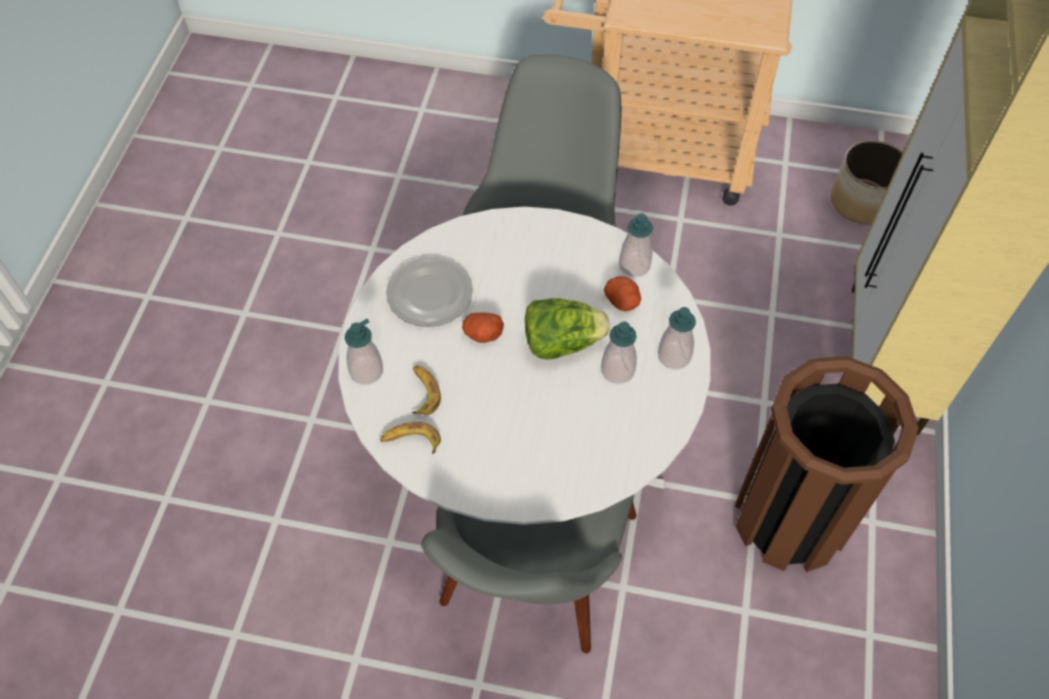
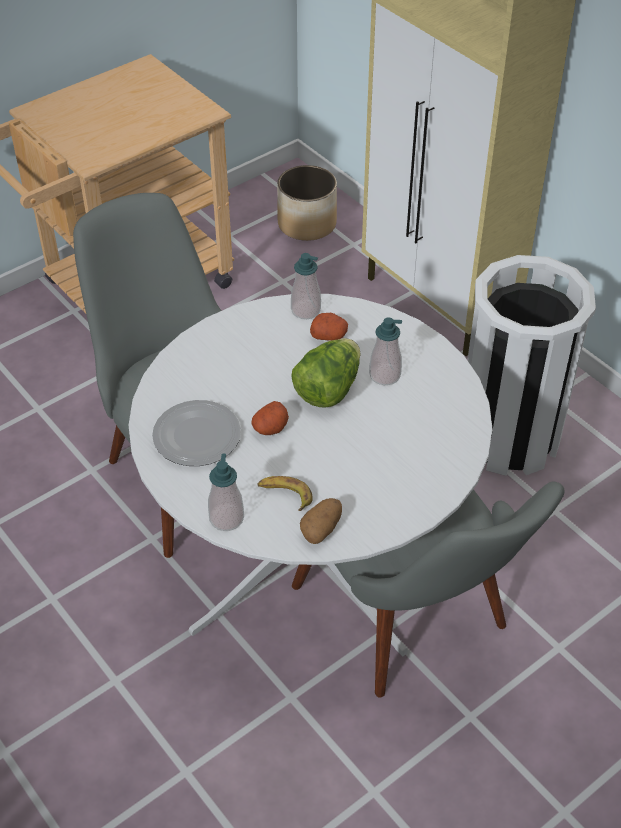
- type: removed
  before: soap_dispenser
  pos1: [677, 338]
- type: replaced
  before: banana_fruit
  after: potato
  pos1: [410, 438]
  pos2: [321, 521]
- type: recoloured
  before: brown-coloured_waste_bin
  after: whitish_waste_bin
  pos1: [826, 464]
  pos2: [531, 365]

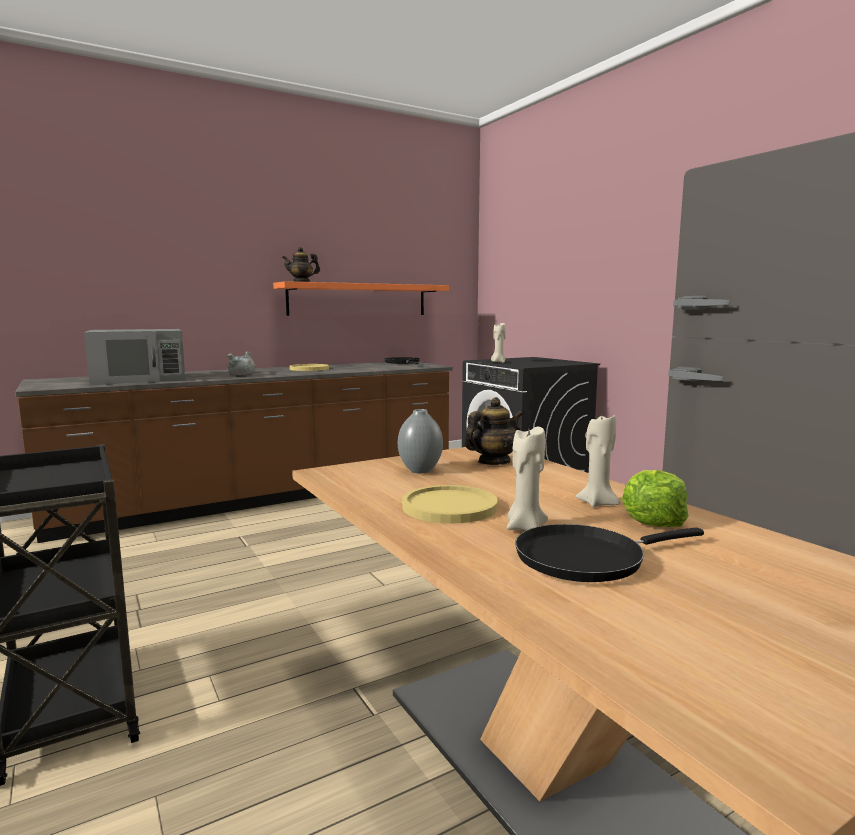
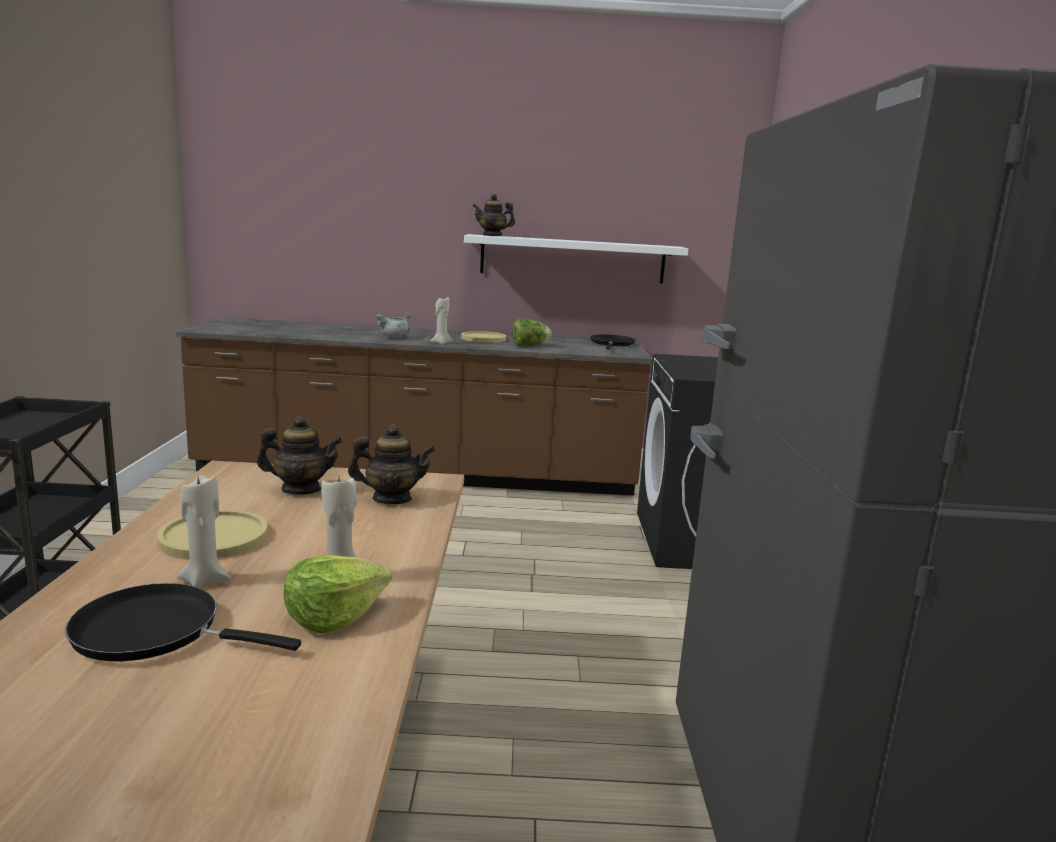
- type: removed
  before: greyish_microwave_oven
  pos1: [134, 357]
- type: added
  after: head_of_lettuce
  pos2: [532, 333]
- type: moved
  before: beige_candle
  pos1: [498, 343]
  pos2: [442, 320]
- type: replaced
  before: greyish_decorative_vase
  after: teapot
  pos1: [420, 441]
  pos2: [300, 455]
- type: recoloured
  before: orange-coloured_bracket_shelf
  after: whitish_bracket_shelf
  pos1: [361, 298]
  pos2: [576, 259]

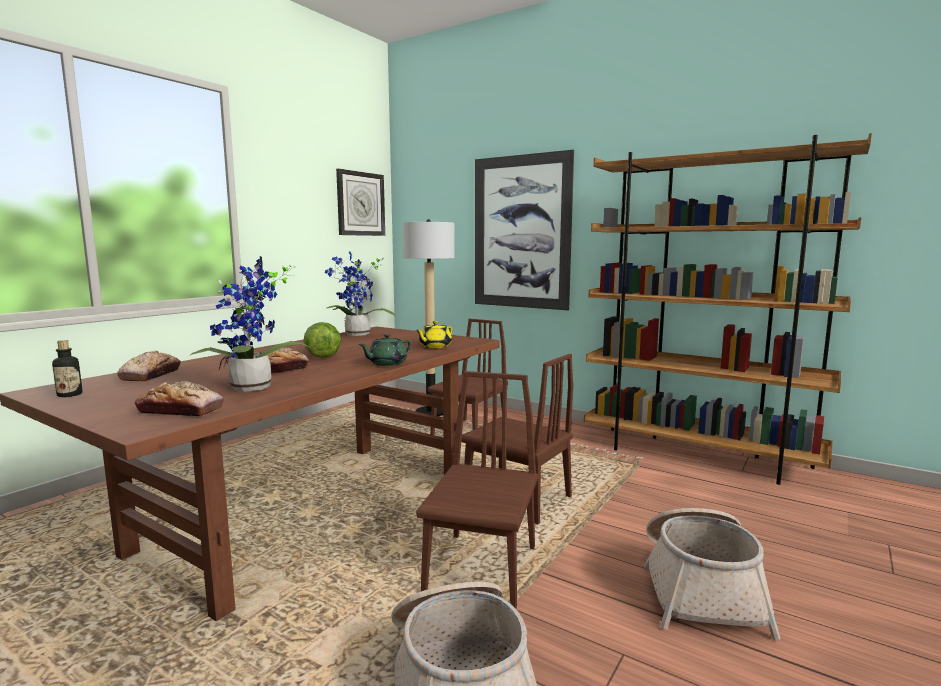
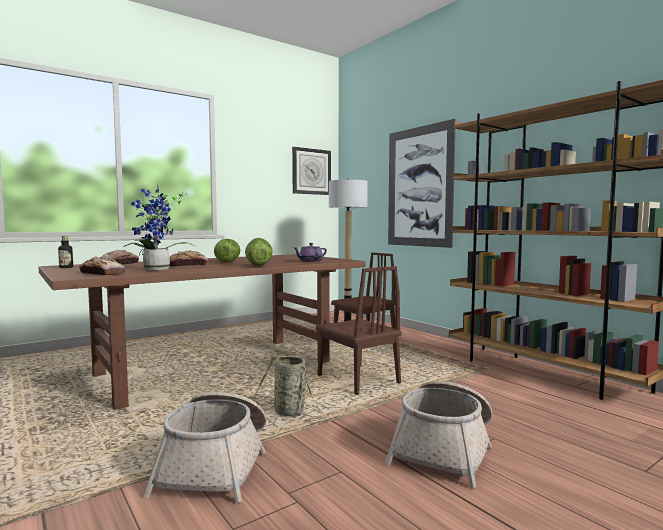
- type: removed
  before: houseplant
  pos1: [360, 293]
- type: replaced
  before: green_teapot
  after: head_of_lettuce
  pos1: [385, 350]
  pos2: [259, 252]
- type: replaced
  before: brown-coloured_chair
  after: basket
  pos1: [477, 490]
  pos2: [291, 387]
- type: recoloured
  before: yellow_teapot
  after: purple-coloured_teapot
  pos1: [434, 334]
  pos2: [310, 252]

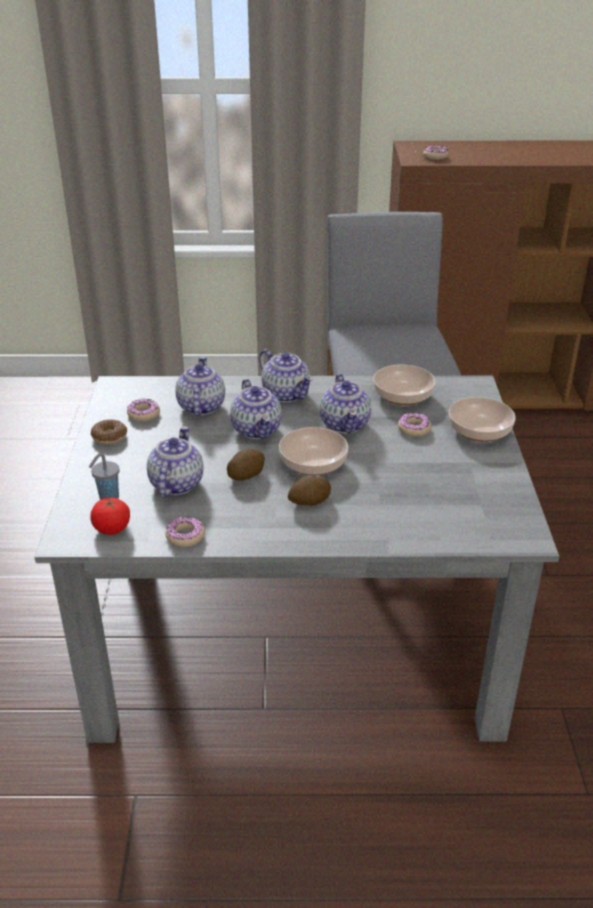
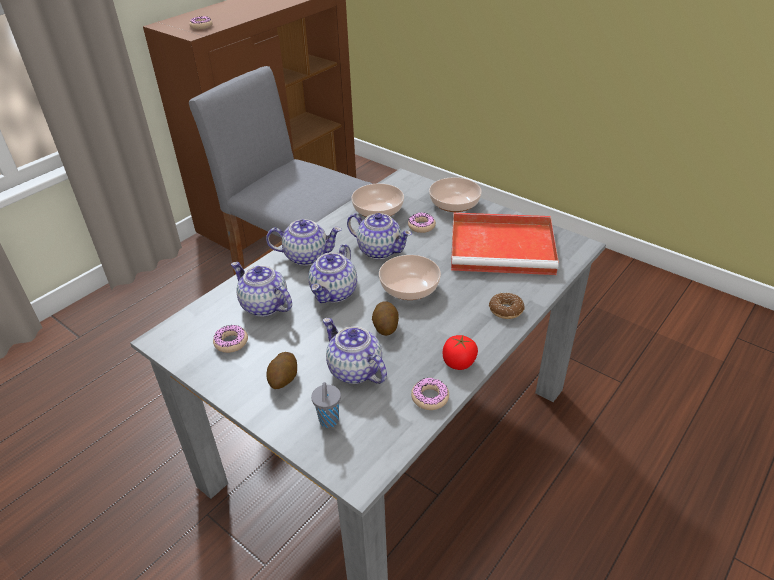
- type: added
  after: reddish_serving_tray
  pos2: [505, 244]
- type: moved
  before: whole_tomato
  pos1: [110, 516]
  pos2: [460, 352]
- type: moved
  before: ring_doughnut
  pos1: [109, 432]
  pos2: [507, 306]
- type: moved
  before: potato
  pos1: [309, 491]
  pos2: [282, 370]
- type: turned
  before: teapot
  pos1: [256, 409]
  pos2: [332, 273]
  turn: 90

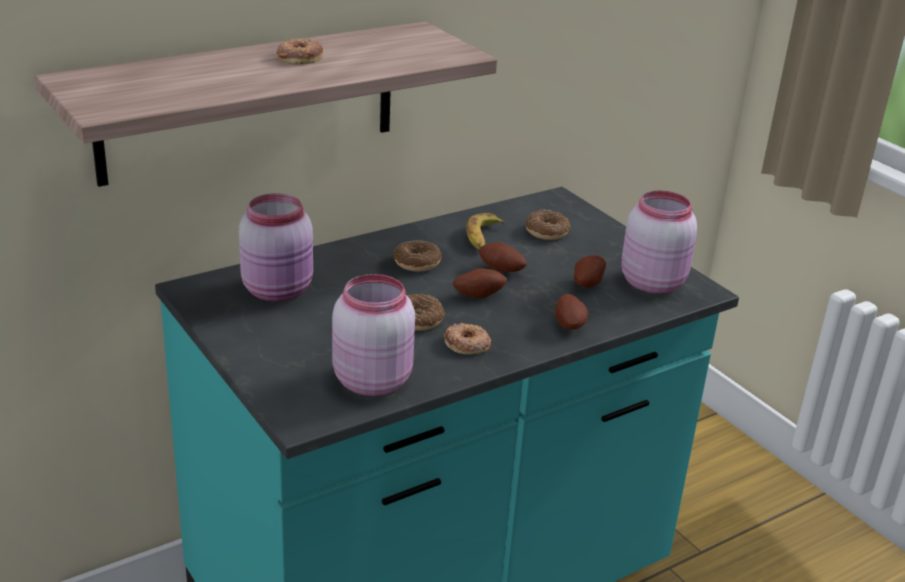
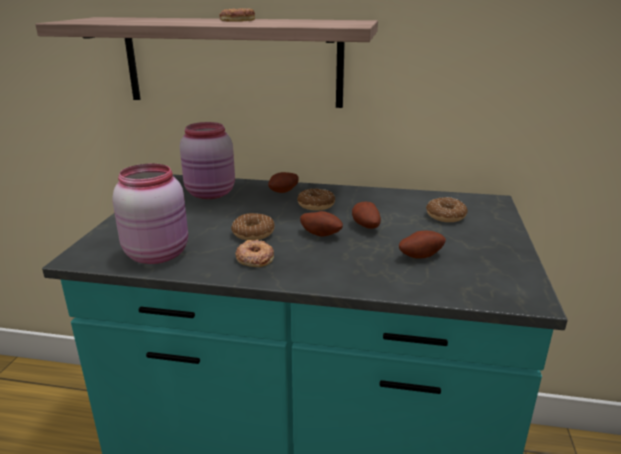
- type: removed
  before: banana_fruit
  pos1: [486, 231]
- type: removed
  before: pink_jar
  pos1: [659, 242]
- type: moved
  before: potato
  pos1: [571, 312]
  pos2: [283, 182]

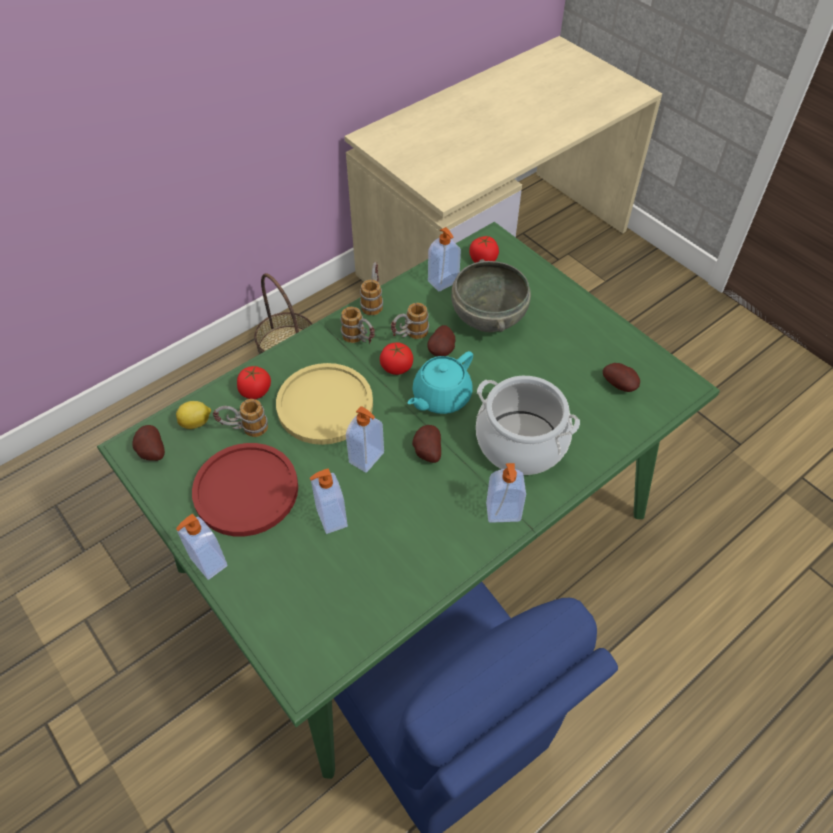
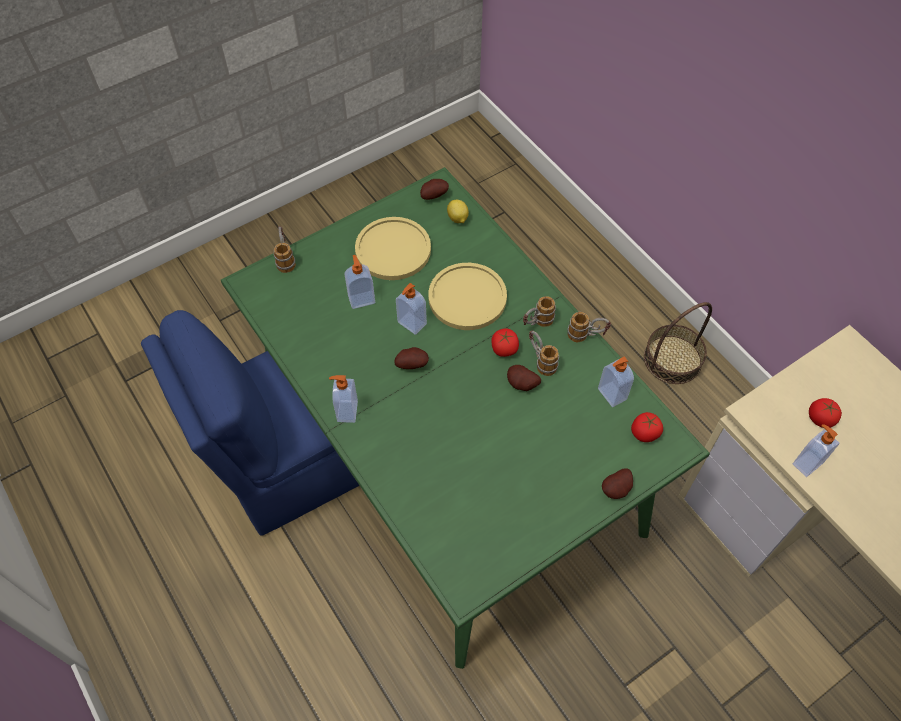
- type: removed
  before: turquoise-coloured_teapot
  pos1: [440, 382]
- type: removed
  before: greyish_bowl
  pos1: [491, 295]
- type: removed
  before: cooking_pot
  pos1: [528, 425]
- type: moved
  before: soap_dispenser
  pos1: [202, 547]
  pos2: [816, 450]
- type: moved
  before: tea_mug
  pos1: [240, 418]
  pos2: [285, 249]
- type: moved
  before: whole_tomato
  pos1: [254, 382]
  pos2: [825, 413]
- type: moved
  before: potato
  pos1: [621, 377]
  pos2: [617, 483]
- type: recoloured
  before: reddish_flat_dish
  after: yellow_flat_dish
  pos1: [245, 490]
  pos2: [393, 248]

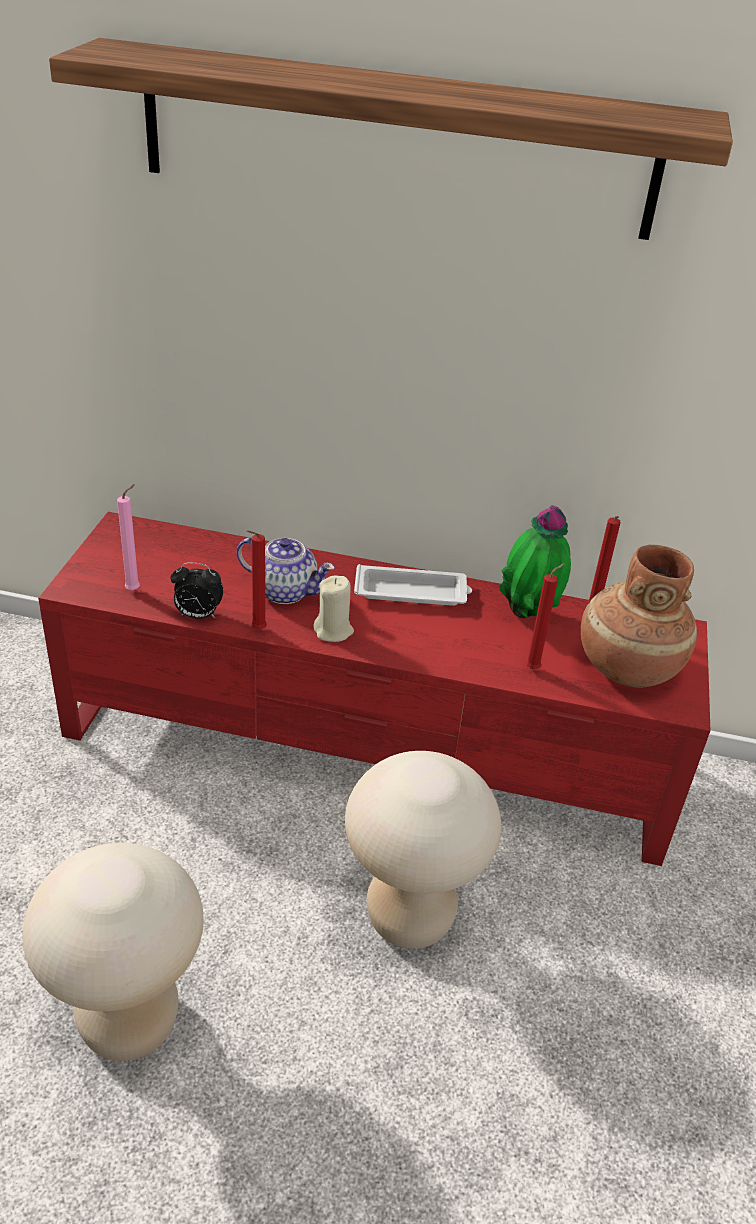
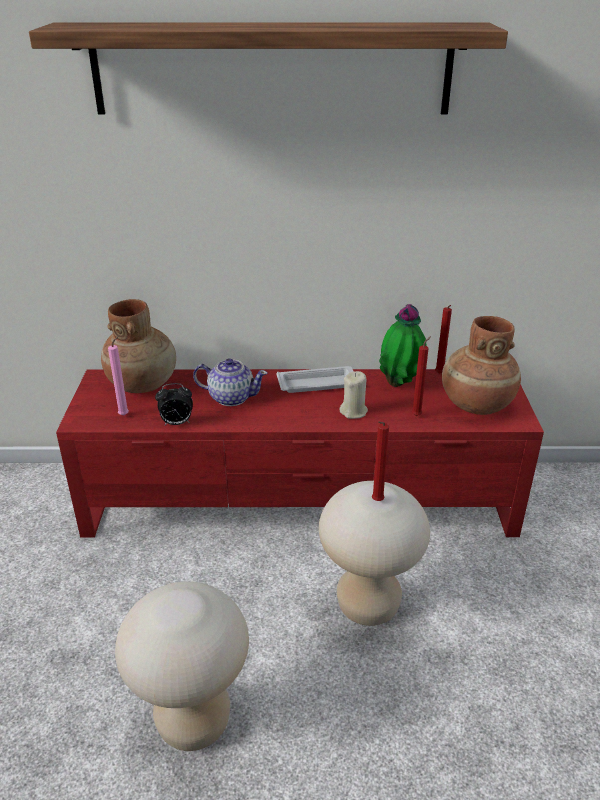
- type: added
  after: brown-coloured_decorative_vase
  pos2: [138, 346]
- type: moved
  before: reddish_candle
  pos1: [257, 580]
  pos2: [380, 461]
- type: moved
  before: beige_candle
  pos1: [334, 608]
  pos2: [354, 395]

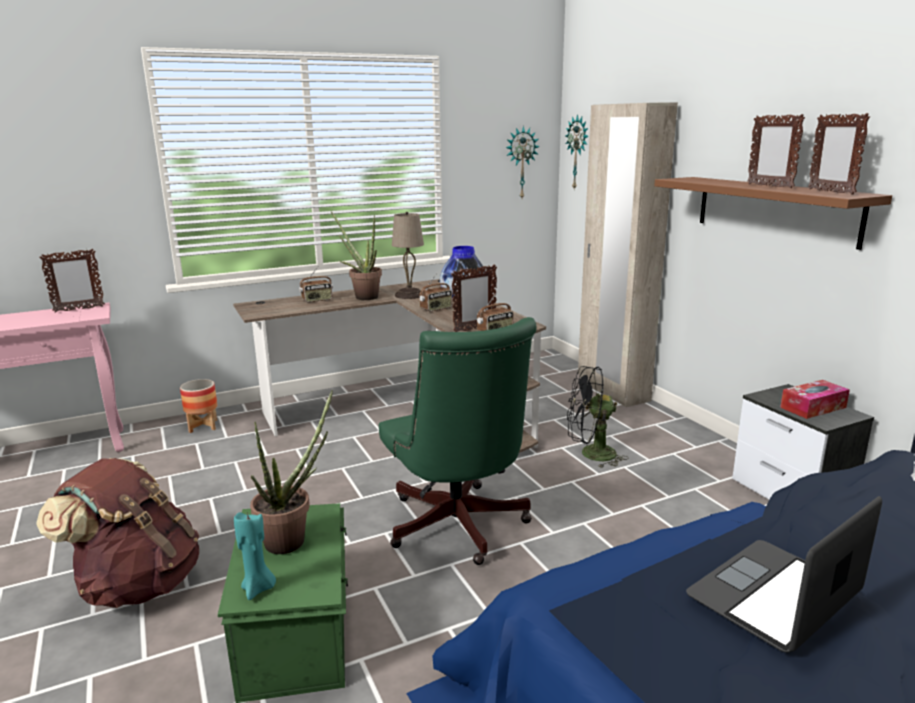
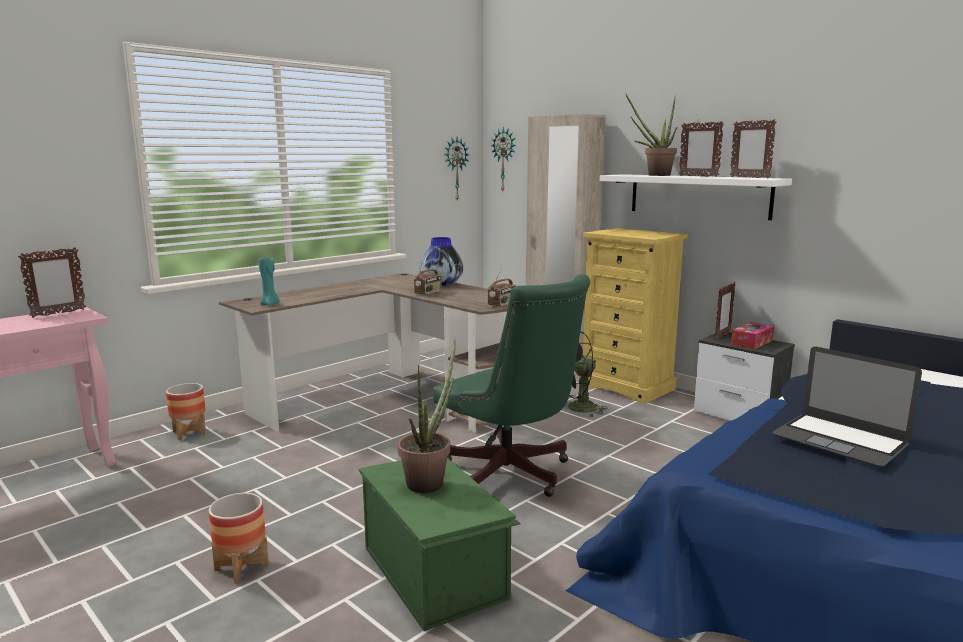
- type: removed
  before: radio
  pos1: [316, 285]
- type: removed
  before: beige_lamp_for_a_table
  pos1: [408, 255]
- type: added
  after: yellow_dresser
  pos2: [633, 316]
- type: moved
  before: turquoise-coloured_candle
  pos1: [255, 556]
  pos2: [269, 282]
- type: moved
  before: houseplant
  pos1: [356, 256]
  pos2: [651, 134]
- type: moved
  before: photo_frame
  pos1: [474, 298]
  pos2: [725, 311]
- type: replaced
  before: brown-coloured_knapsack
  after: plant_pot
  pos1: [117, 533]
  pos2: [239, 538]
- type: recoloured
  before: brown-coloured_bracket_shelf
  after: whitish_bracket_shelf
  pos1: [773, 213]
  pos2: [696, 197]
- type: turned
  before: laptop
  pos1: [784, 574]
  pos2: [847, 407]
  turn: -75

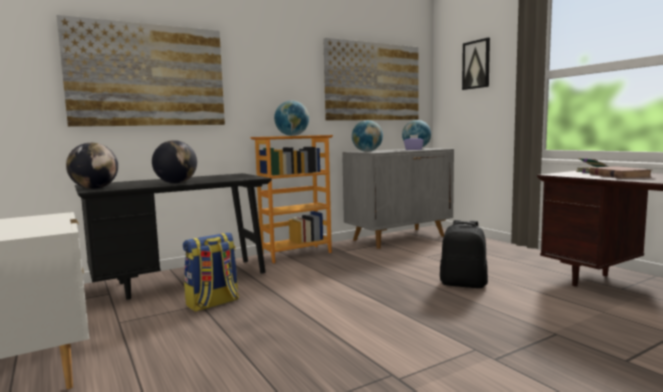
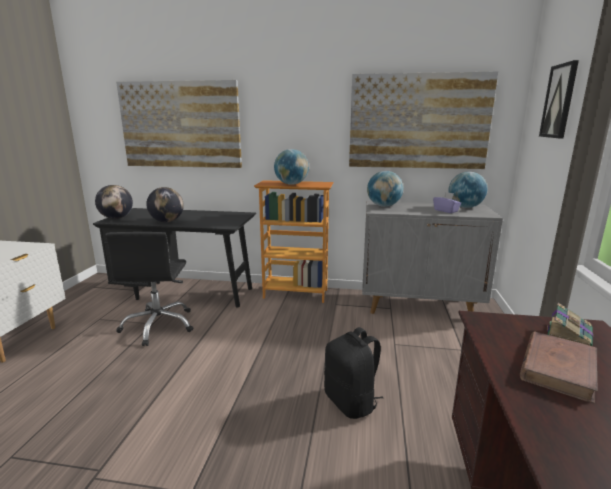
- type: replaced
  before: knapsack
  after: blackish_office_chair
  pos1: [211, 272]
  pos2: [149, 289]

